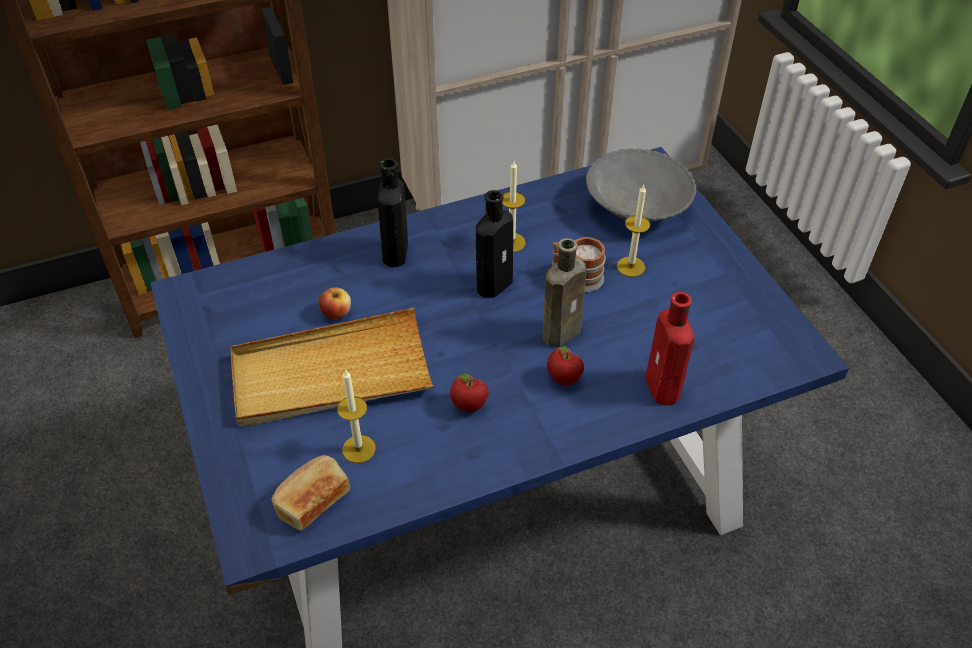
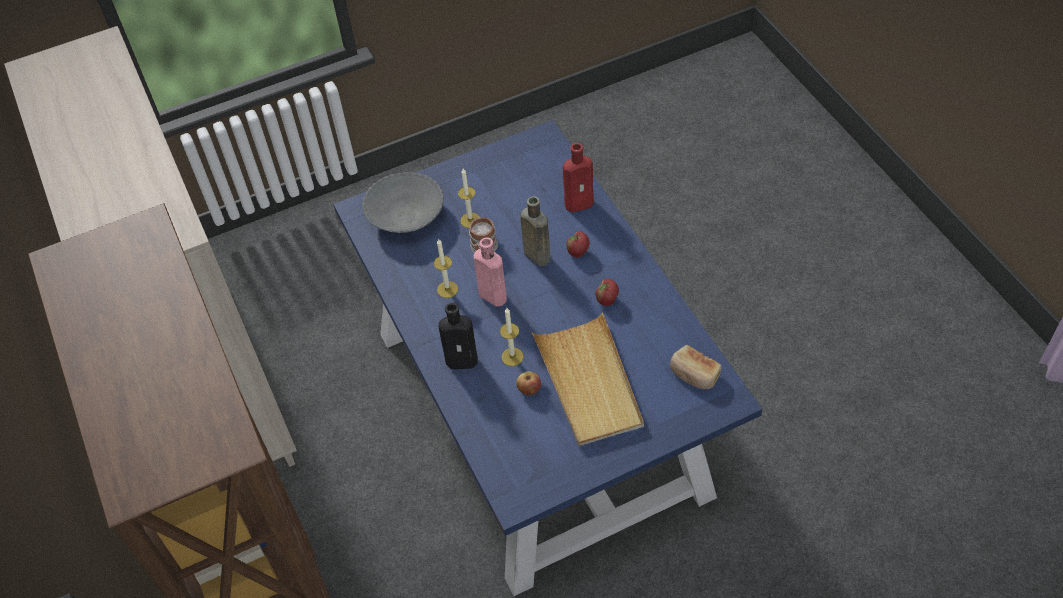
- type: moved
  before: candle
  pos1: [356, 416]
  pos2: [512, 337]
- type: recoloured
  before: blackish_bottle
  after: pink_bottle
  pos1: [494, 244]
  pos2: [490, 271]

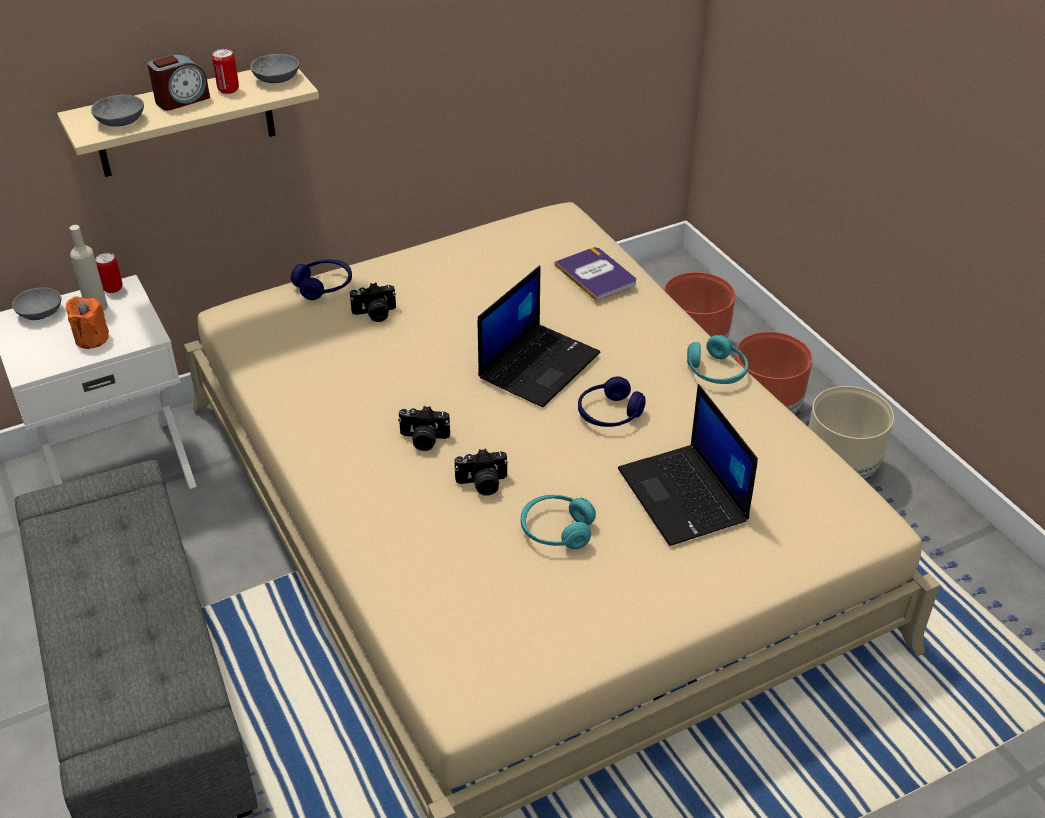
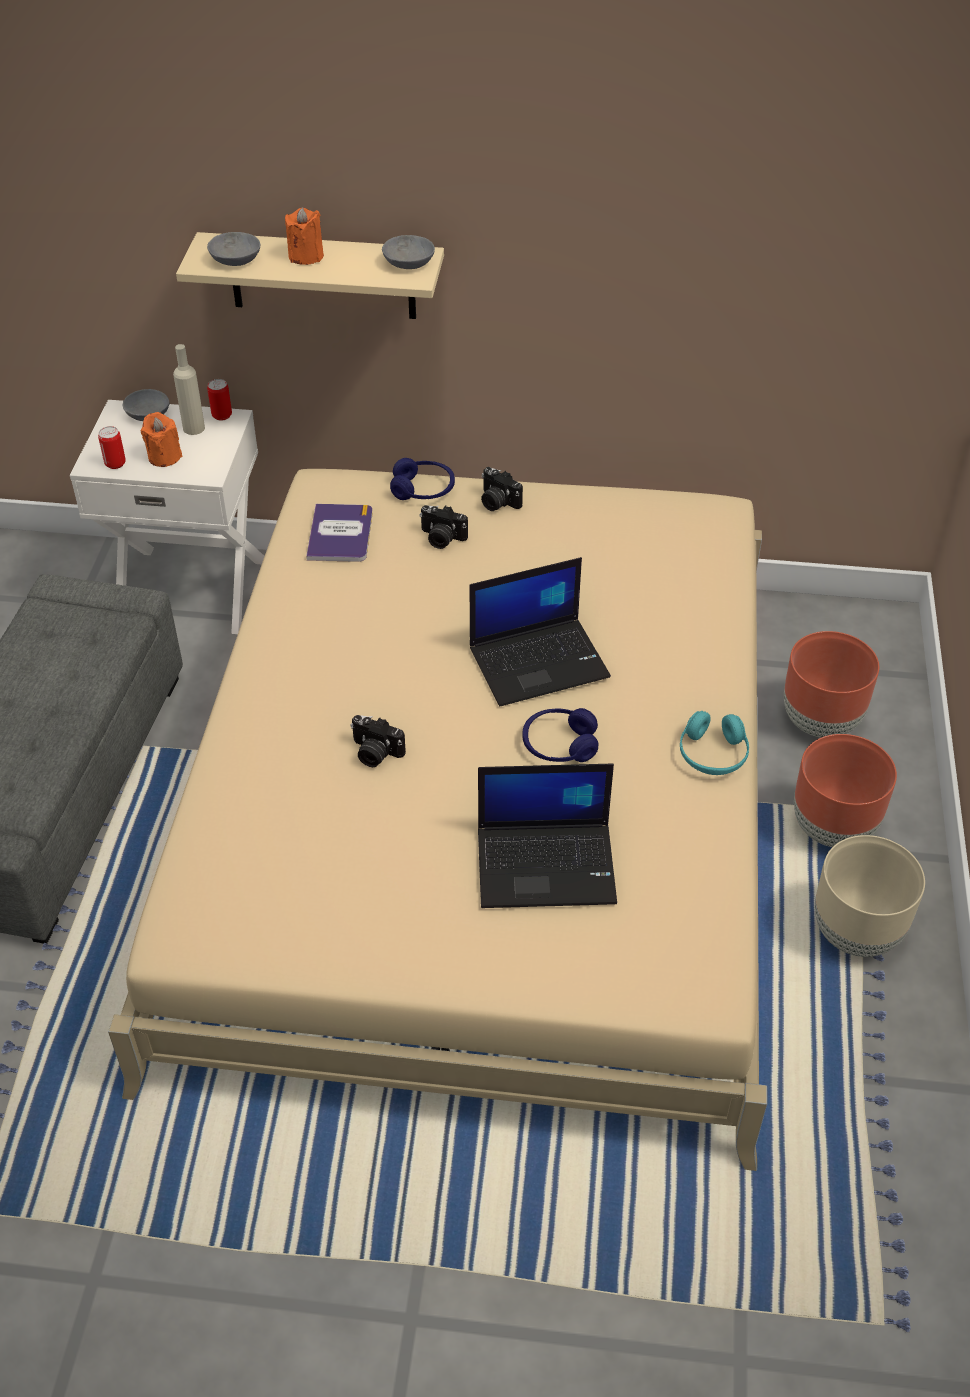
- type: removed
  before: turquoise-coloured_pair_of_headphones
  pos1: [558, 522]
- type: moved
  before: metal_can
  pos1: [225, 71]
  pos2: [112, 447]
- type: moved
  before: photo_camera
  pos1: [424, 428]
  pos2: [502, 489]
- type: moved
  before: bound_book
  pos1: [595, 274]
  pos2: [339, 533]
- type: replaced
  before: table_clock
  after: orange-coloured_candle
  pos1: [178, 82]
  pos2: [304, 236]
- type: turned
  before: laptop
  pos1: [688, 465]
  pos2: [547, 836]
  turn: -105

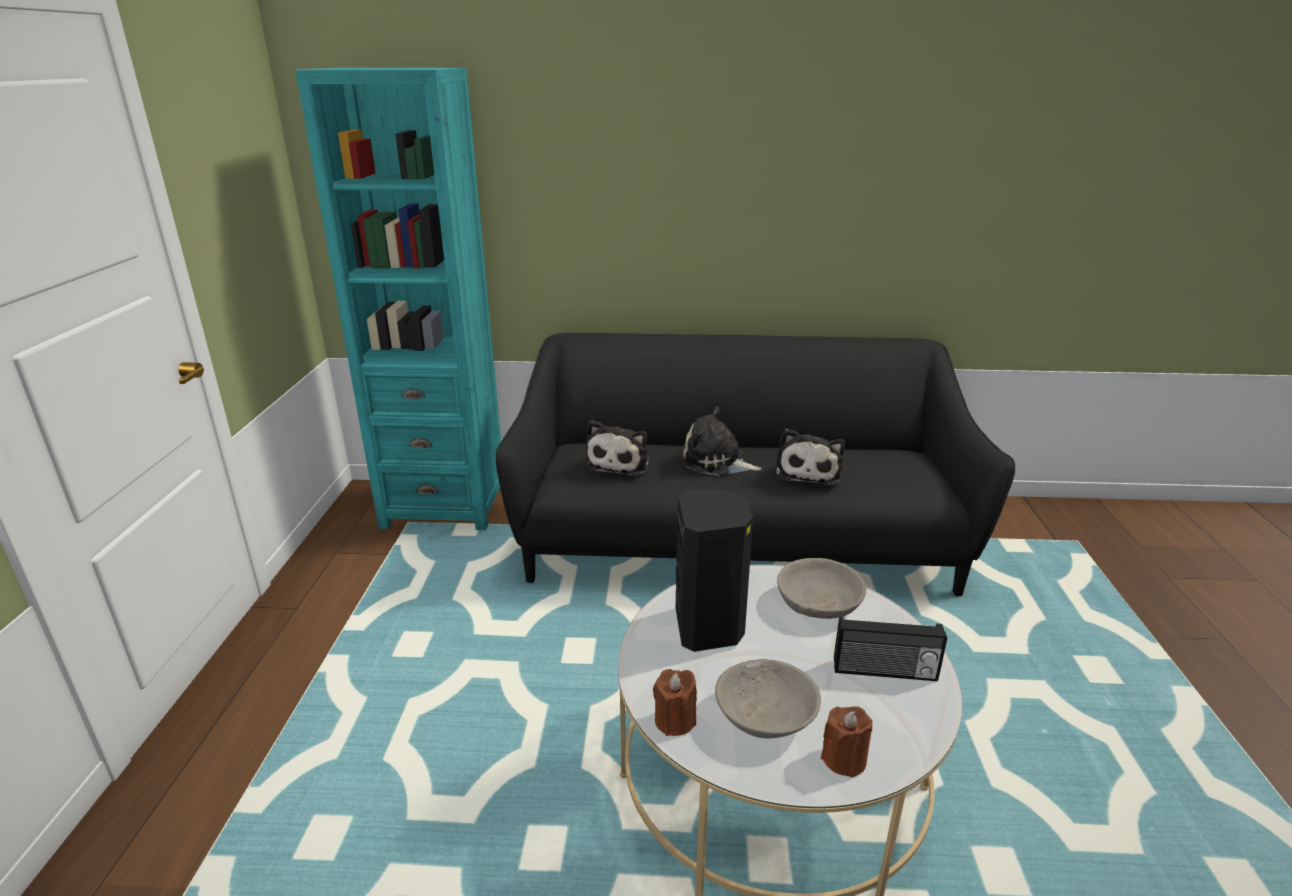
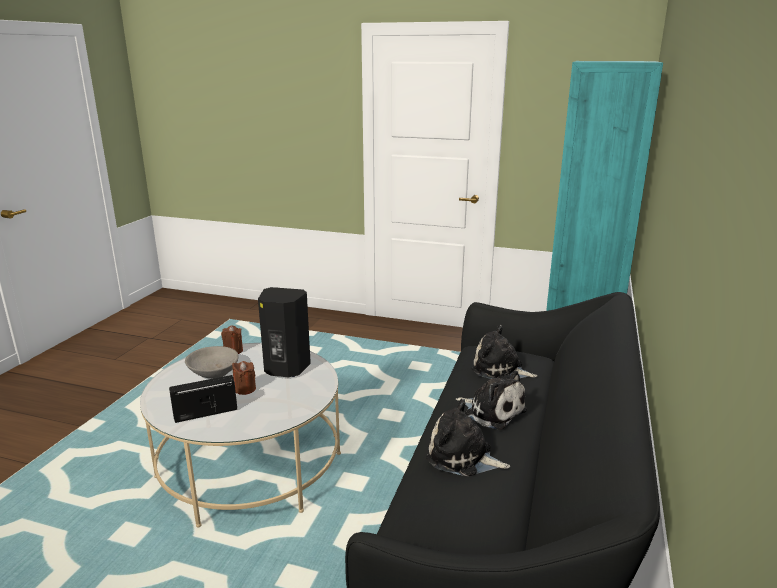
- type: removed
  before: greyish_bowl
  pos1: [821, 588]
- type: moved
  before: brown-coloured_candle
  pos1: [847, 742]
  pos2: [244, 378]
- type: turned
  before: plush_toy
  pos1: [721, 441]
  pos2: [491, 400]
  turn: 90
- type: turned
  before: radio
  pos1: [890, 648]
  pos2: [203, 399]
  turn: 45

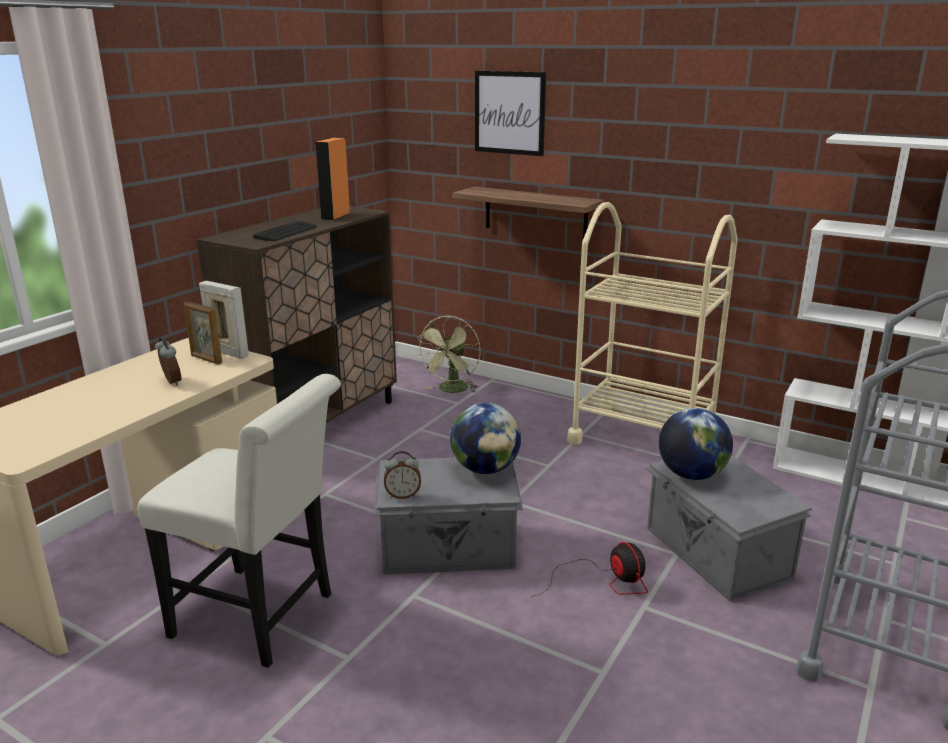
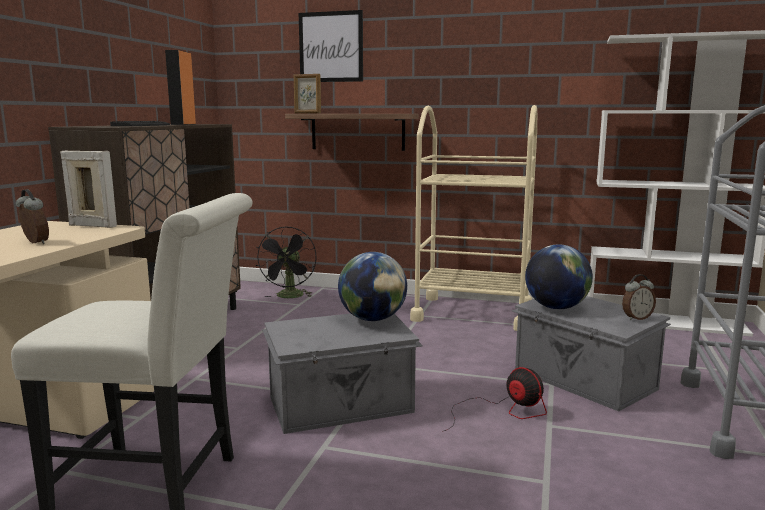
- type: moved
  before: photo_frame
  pos1: [203, 333]
  pos2: [307, 94]
- type: moved
  before: table_clock
  pos1: [402, 475]
  pos2: [639, 297]
- type: recoloured
  before: green_fan
  after: blackish_fan
  pos1: [448, 354]
  pos2: [286, 262]

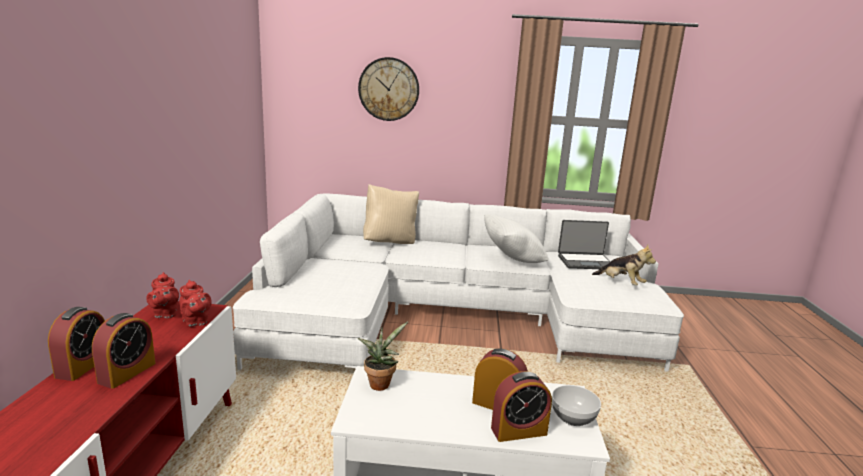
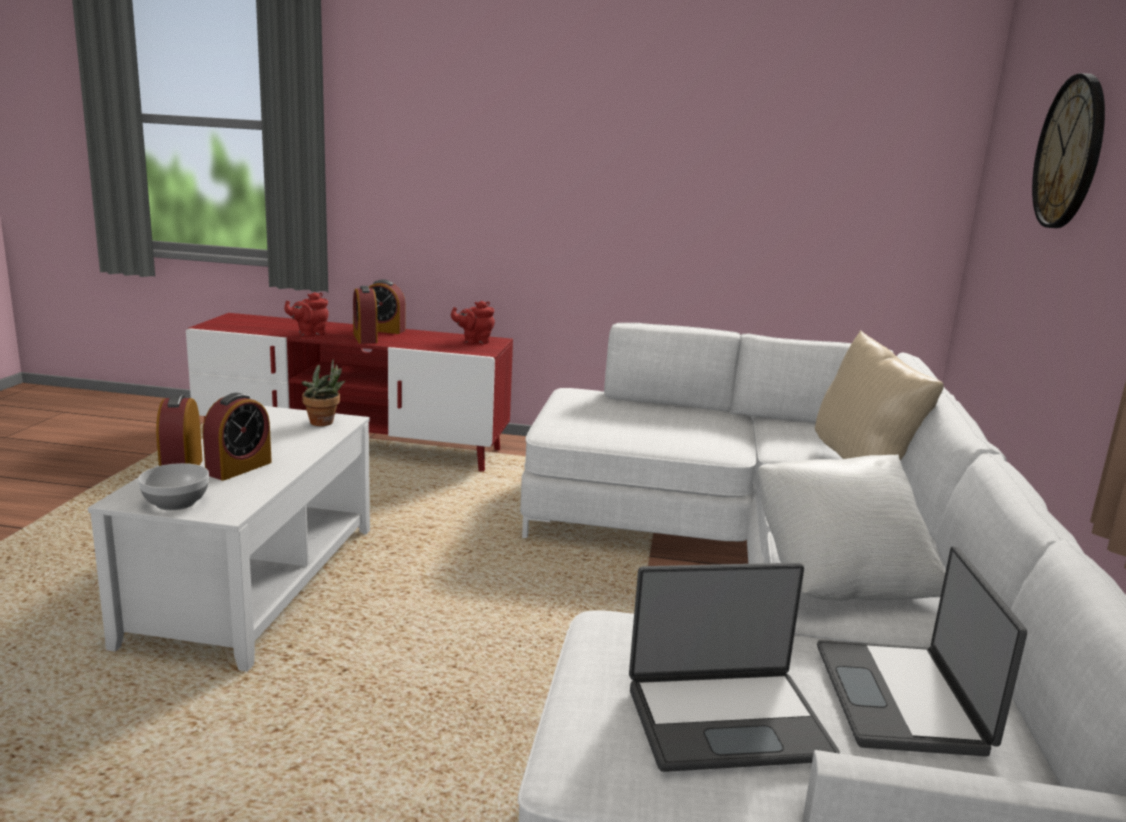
- type: moved
  before: reddish_teapot
  pos1: [195, 303]
  pos2: [306, 314]
- type: replaced
  before: plush_toy
  after: laptop
  pos1: [624, 265]
  pos2: [734, 667]
- type: turned
  before: table_clock
  pos1: [124, 351]
  pos2: [365, 315]
  turn: 45

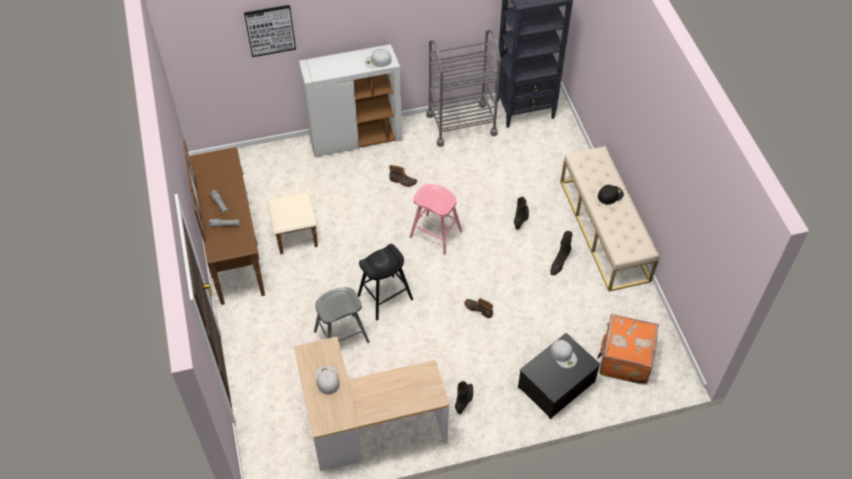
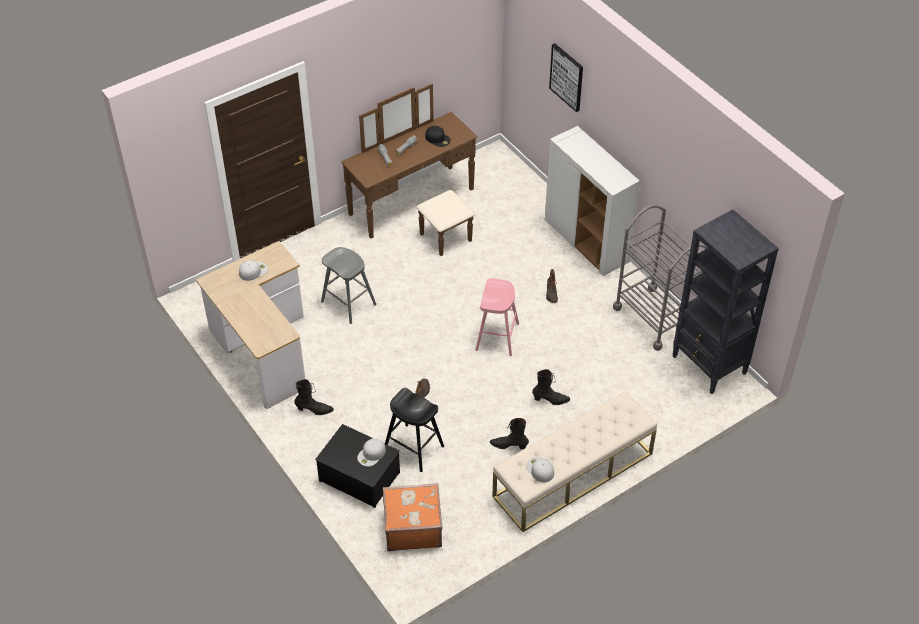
- type: moved
  before: blackish_sitting_stool
  pos1: [385, 282]
  pos2: [414, 430]
- type: moved
  before: whitish_cap
  pos1: [377, 58]
  pos2: [540, 470]
- type: moved
  before: blackish_cap
  pos1: [611, 194]
  pos2: [438, 136]

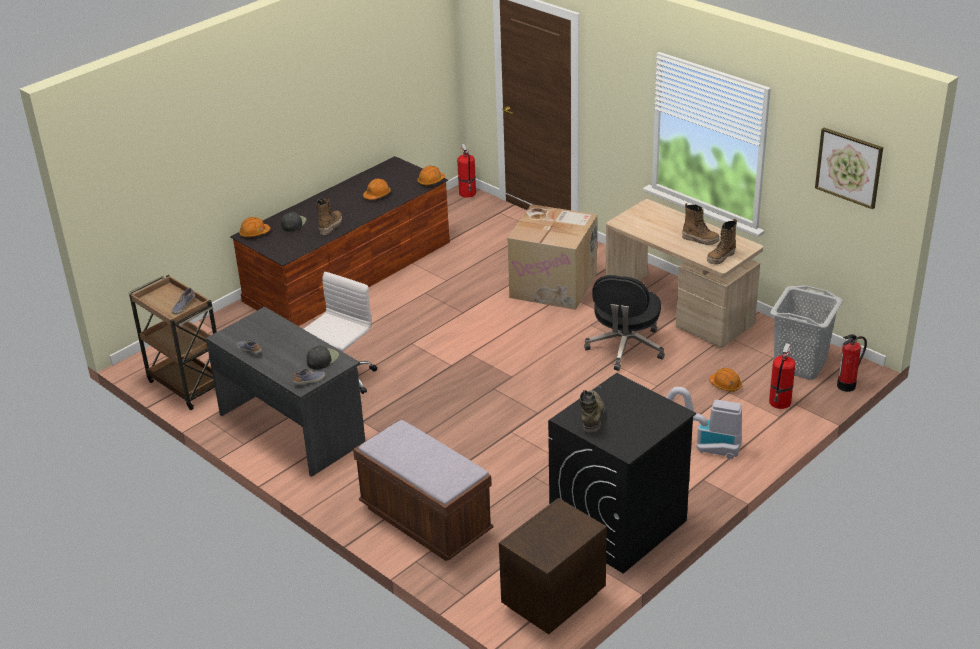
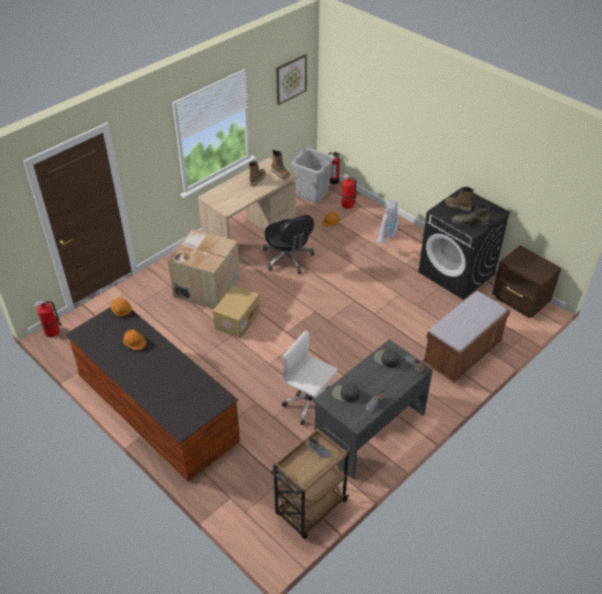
- type: removed
  before: orange-coloured_safety_helmet
  pos1: [254, 227]
- type: added
  after: packing_box
  pos2: [236, 311]
- type: moved
  before: blackish_cap
  pos1: [294, 222]
  pos2: [346, 392]
- type: moved
  before: tall_boot
  pos1: [329, 216]
  pos2: [459, 199]
- type: turned
  before: blackish_office_chair
  pos1: [624, 323]
  pos2: [288, 244]
  turn: 45

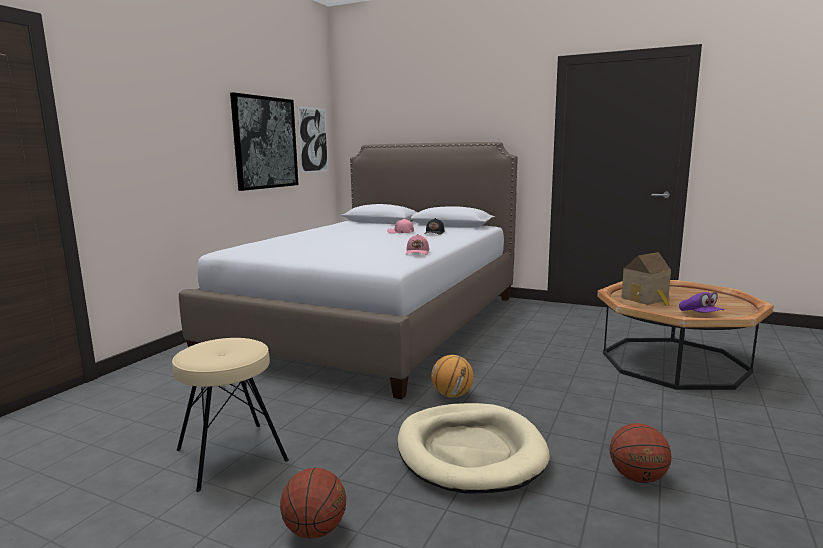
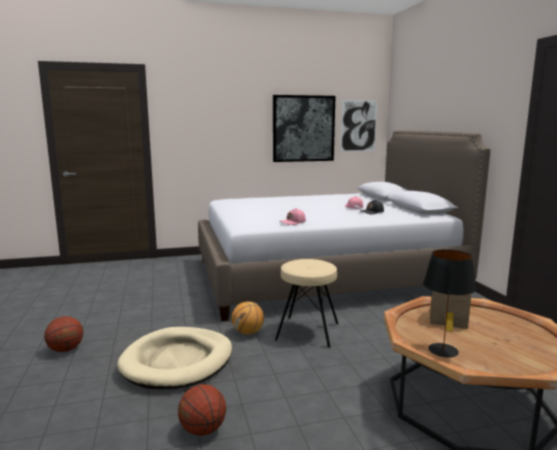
- type: moved
  before: beige_sitting_stool
  pos1: [230, 415]
  pos2: [306, 303]
- type: replaced
  before: purple-coloured_cap
  after: blackish_lamp_for_a_table
  pos1: [701, 302]
  pos2: [449, 303]

